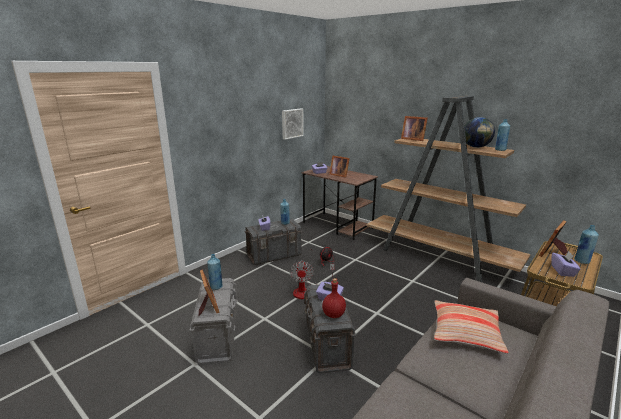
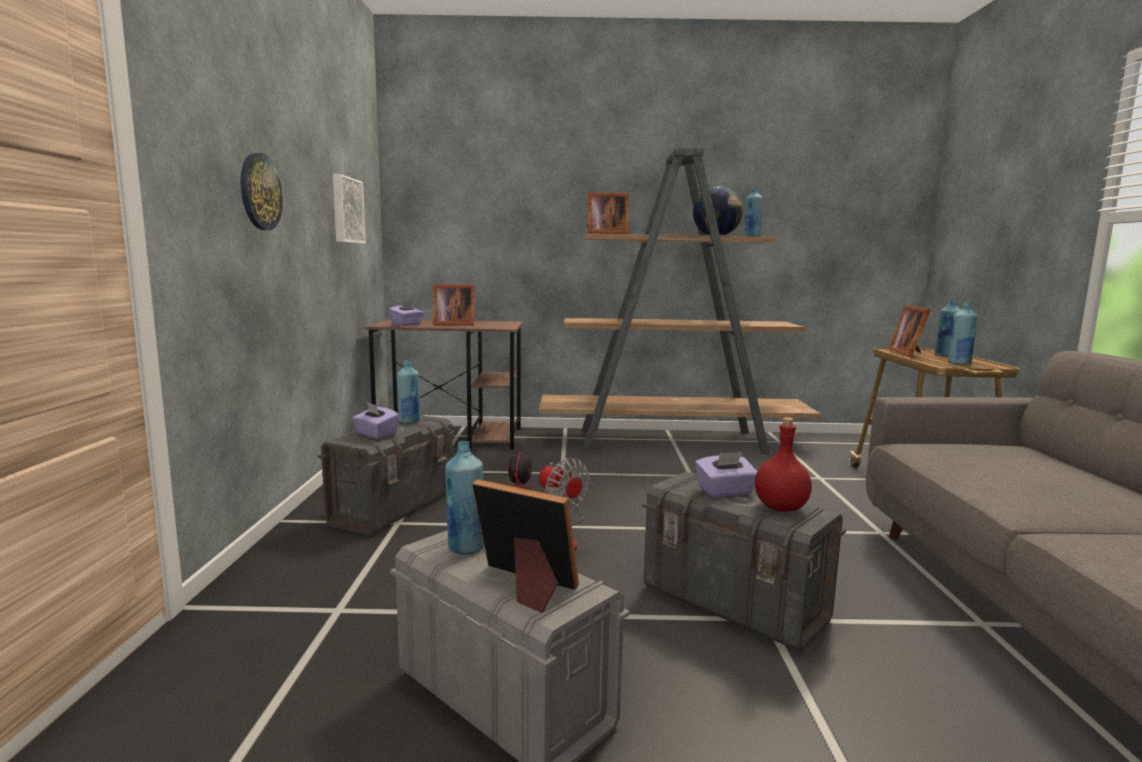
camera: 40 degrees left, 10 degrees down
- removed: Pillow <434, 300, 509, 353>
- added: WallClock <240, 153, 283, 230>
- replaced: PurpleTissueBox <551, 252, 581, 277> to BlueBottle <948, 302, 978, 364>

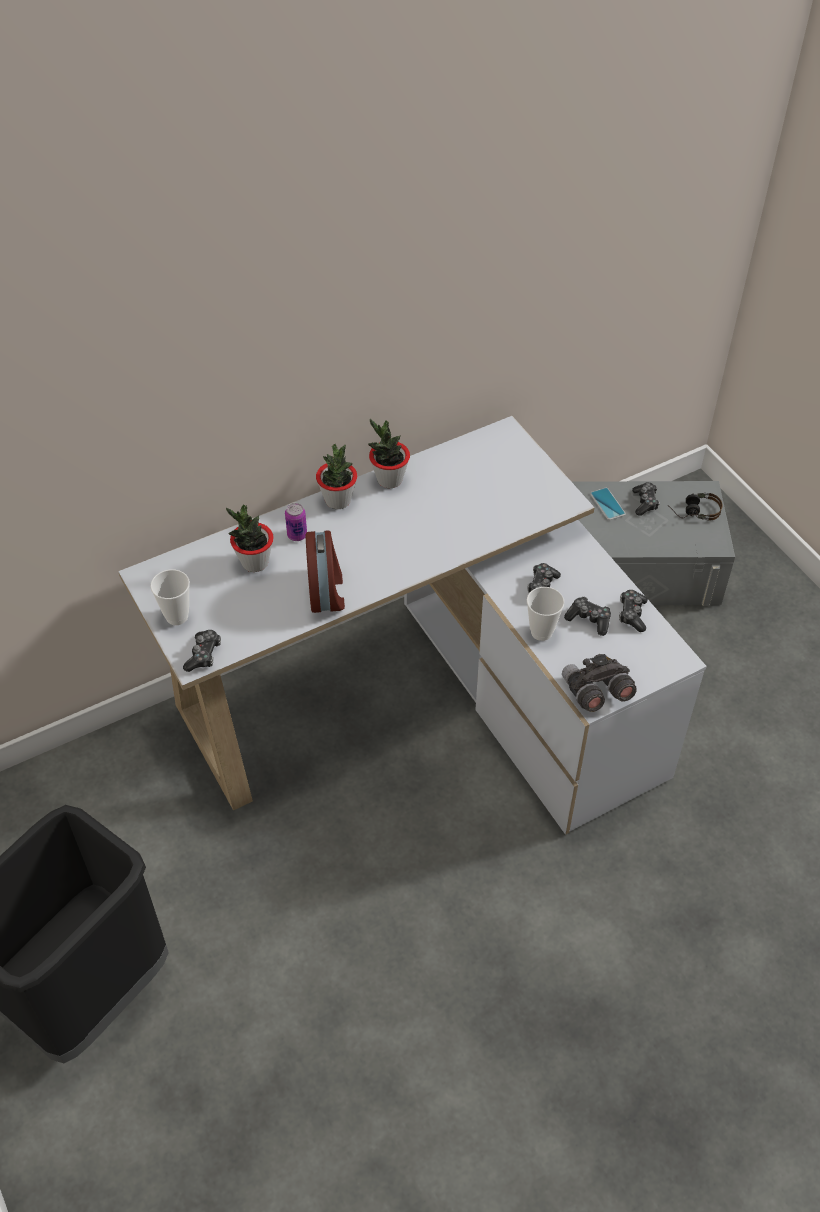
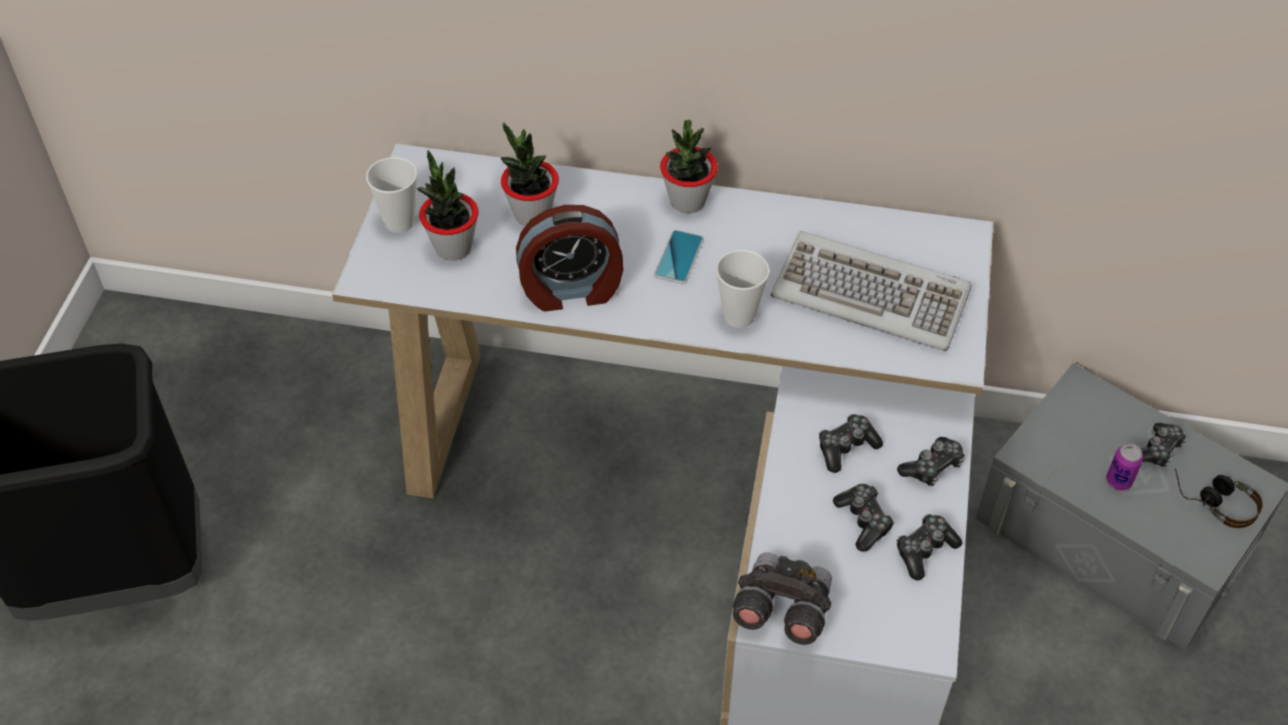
camera: 40 degrees right, 0 degrees up
- added: Keyboard <770, 231, 972, 351>
- moved: GameController <183, 630, 221, 672> to <897, 437, 965, 486>
- moved: Can <285, 503, 307, 541> to <1106, 443, 1143, 491>
- moved: PottedPlant <368, 419, 410, 488> to <417, 150, 479, 261>
- moved: Cup <527, 587, 564, 641> to <716, 250, 770, 328>
- moved: Phone <590, 488, 626, 520> to <654, 230, 704, 284>
- turned: AlarmClock <306, 530, 345, 613> = <516, 205, 623, 312> 45 degrees clockwise

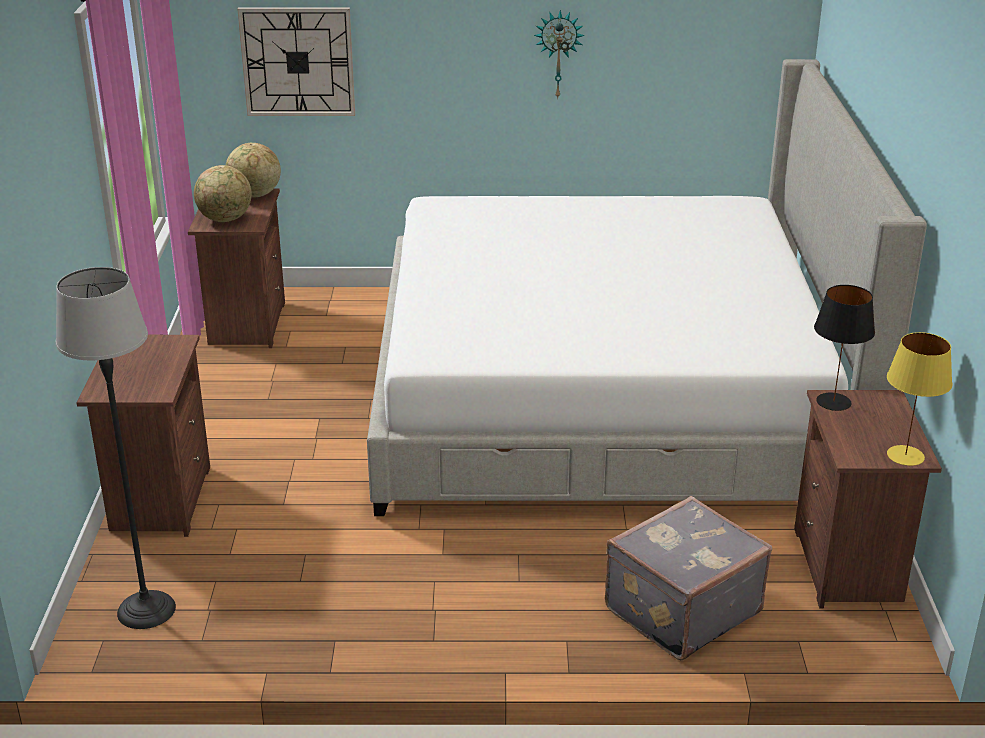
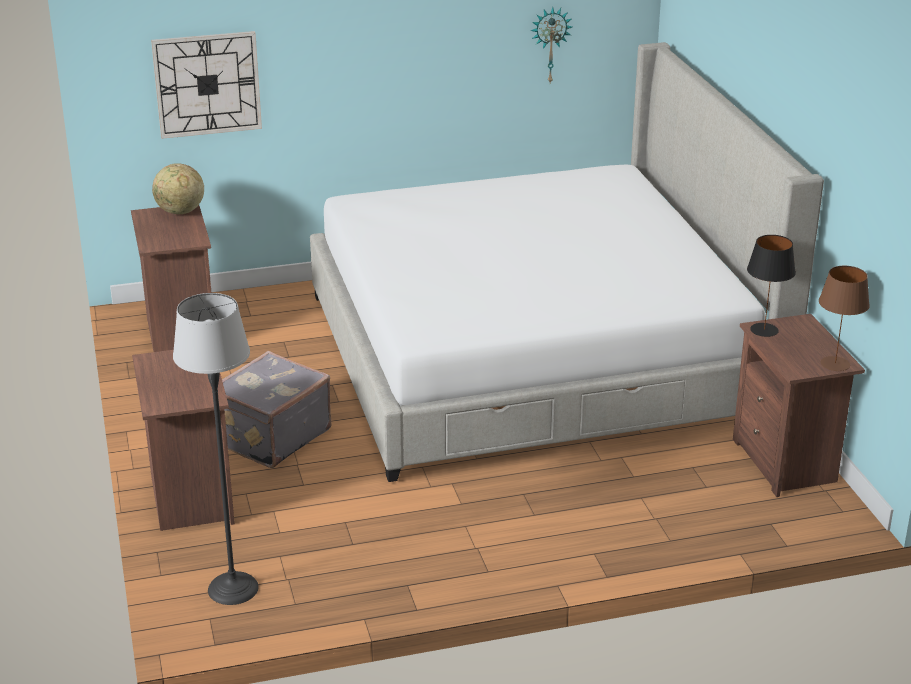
camera: 15 degrees left, 0 degrees up
- removed: Globe <194, 165, 252, 222>
- moved: WallClock <534, 10, 585, 100> to <530, 7, 572, 83>
- moved: GreySuitcase <605, 496, 772, 660> to <222, 351, 332, 468>
- recoloured: YellowTableLamp <887, 332, 952, 466> to BrownTableLamp <819, 266, 870, 371>

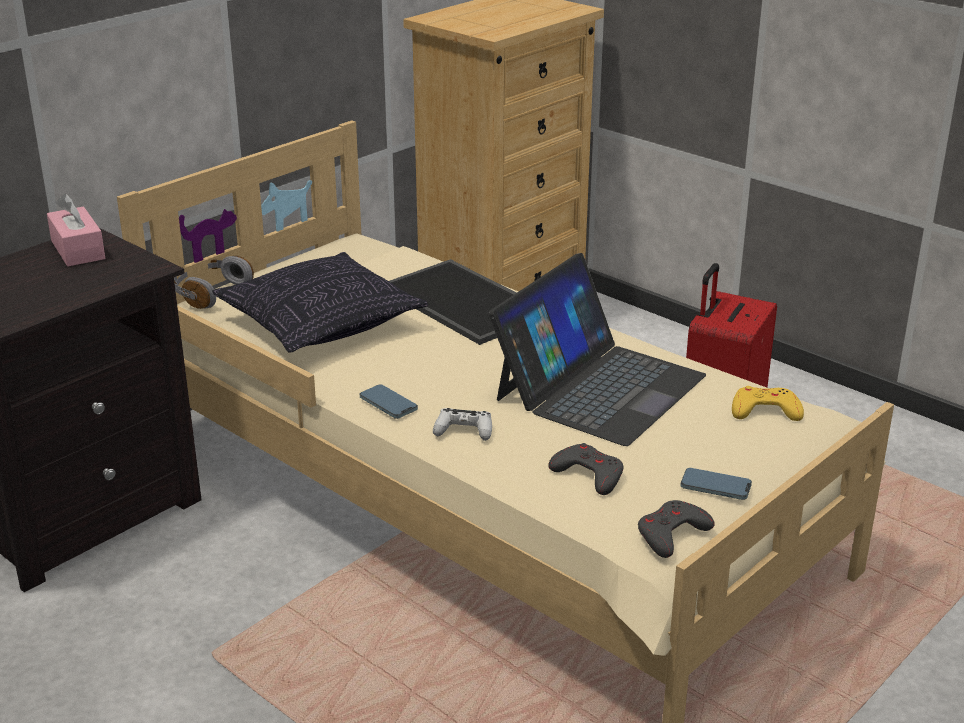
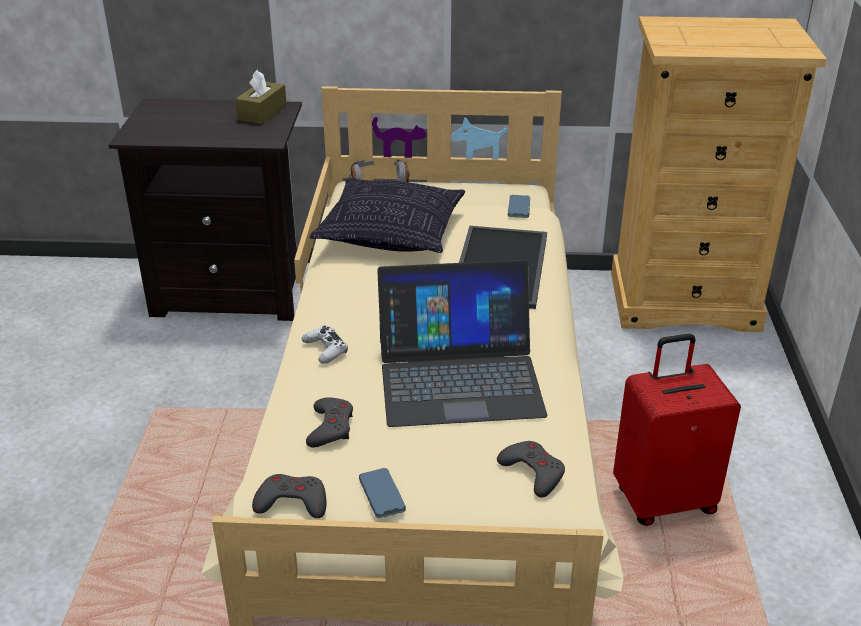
camera: 50 degrees right, 5 degrees up
- moved: Phone <360, 384, 418, 419> to <508, 195, 530, 218>
- recoloured: PinkTissueBox <47, 194, 105, 266> to BrownTissueBox <236, 70, 287, 124>
- recoloured: YellowGameController <732, 386, 804, 421> to GreyGameController <497, 441, 565, 498>

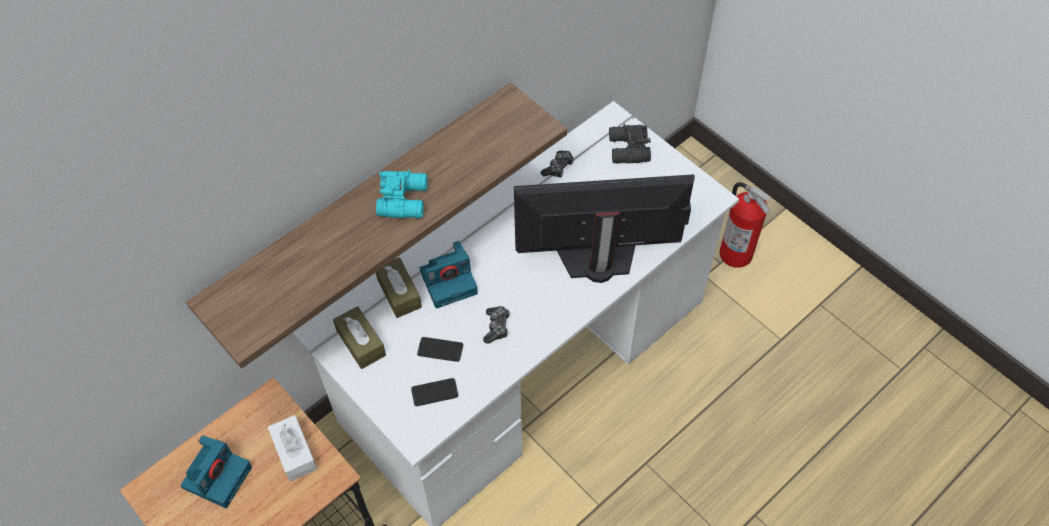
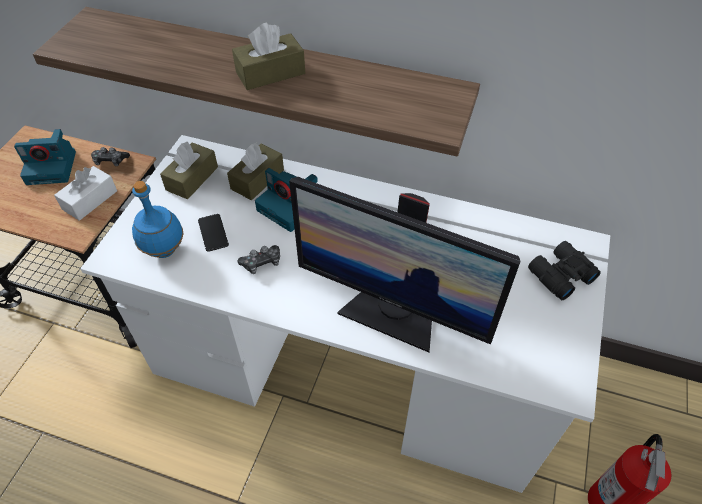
camera: 60 degrees right, 5 degrees down
- moved: GameController <541, 151, 574, 178> to <91, 147, 130, 166>
- replaced: TurquoiseBinoculars <376, 169, 428, 219> to BrownTissueBox <232, 23, 305, 90>
- replaced: Phone <411, 378, 458, 406> to BlueBottle <132, 181, 184, 258>
- turned: Monitor <514, 174, 695, 283> = <289, 177, 521, 352> 150 degrees clockwise

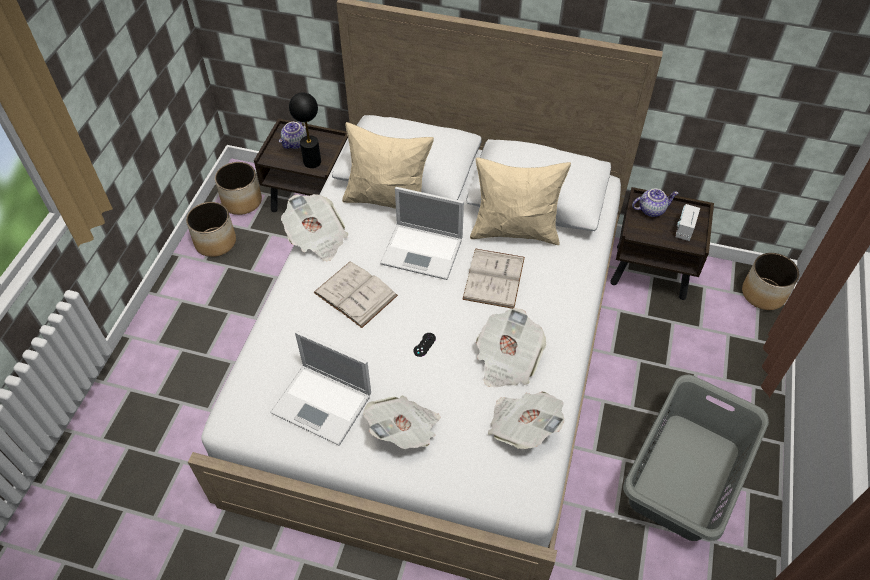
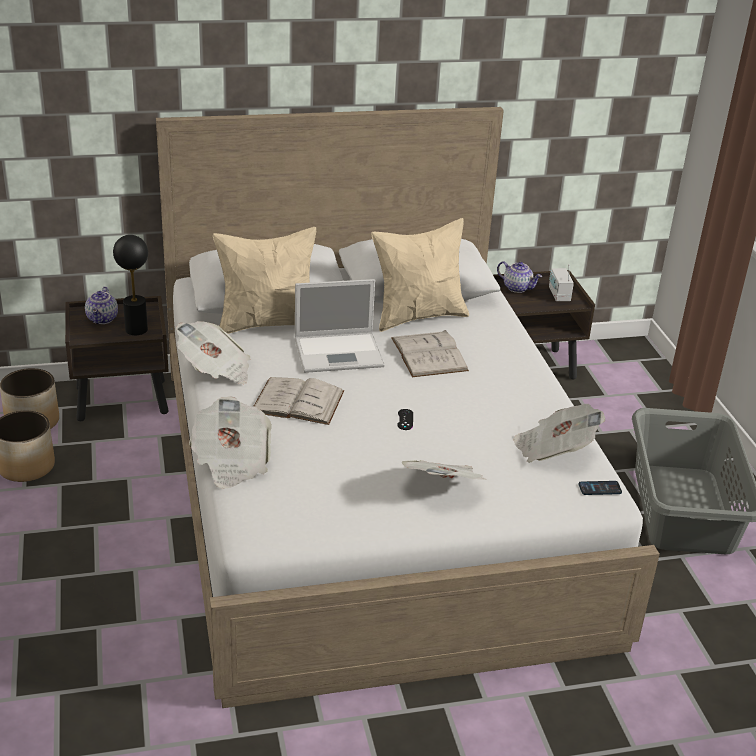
camera: 30 degrees left, 20 degrees down
- removed: Laptop <270, 331, 371, 446>
- removed: Planter <742, 253, 799, 310>
- added: Phone <579, 481, 622, 495>
- moved: Newspaper <476, 308, 546, 387> to <189, 396, 272, 489>
- turned: Teapot <632, 189, 679, 217> = <497, 261, 542, 293> 75 degrees clockwise

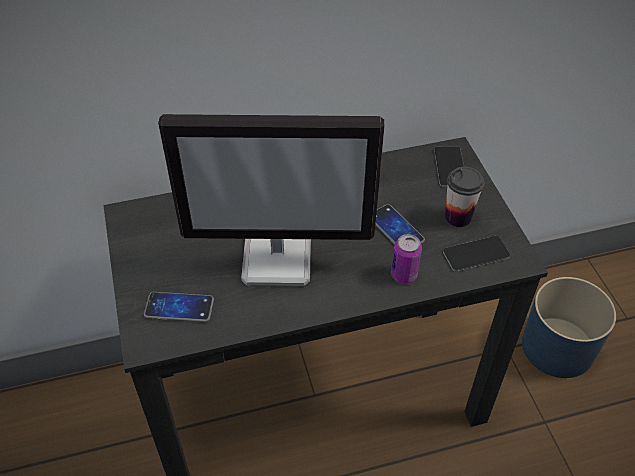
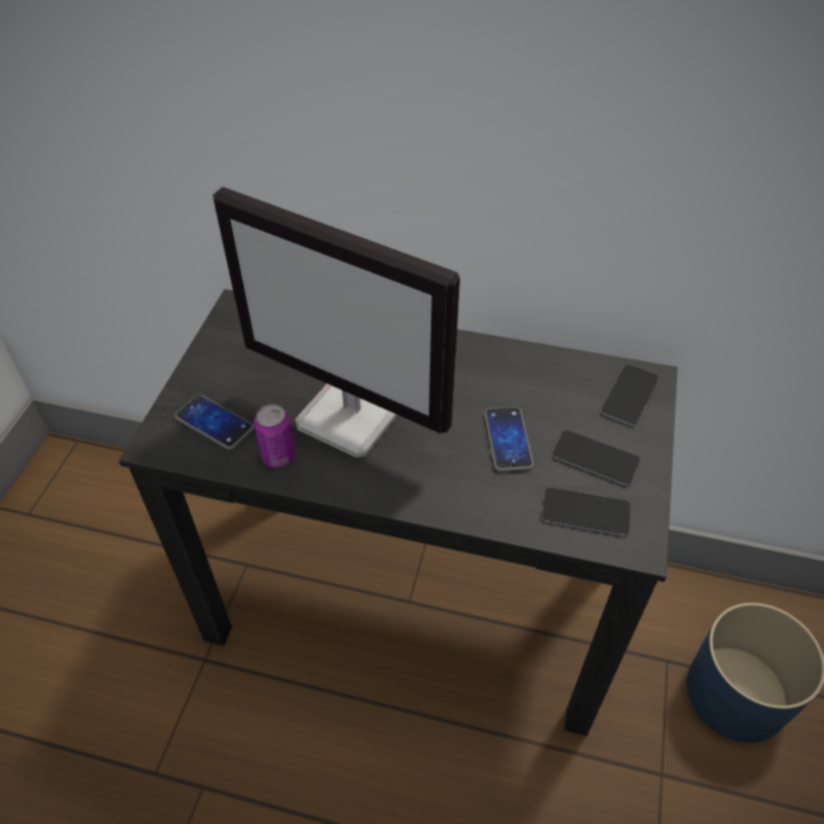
camera: 30 degrees right, 0 degrees up
- moved: Can <391, 234, 422, 284> to <254, 404, 295, 468>
- replaced: Cup <445, 167, 484, 227> to Phone <552, 430, 640, 485>

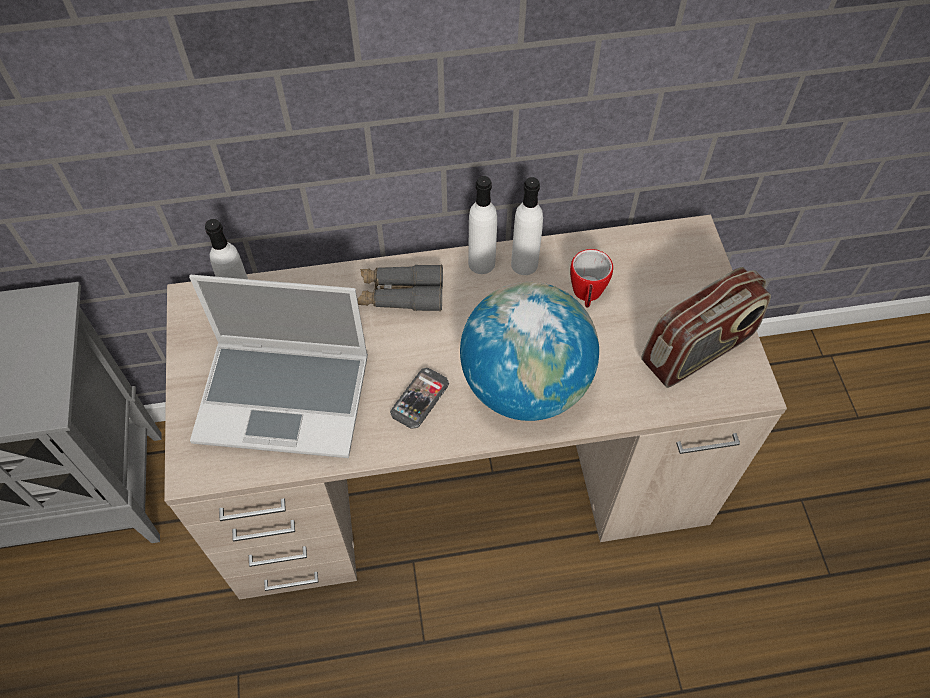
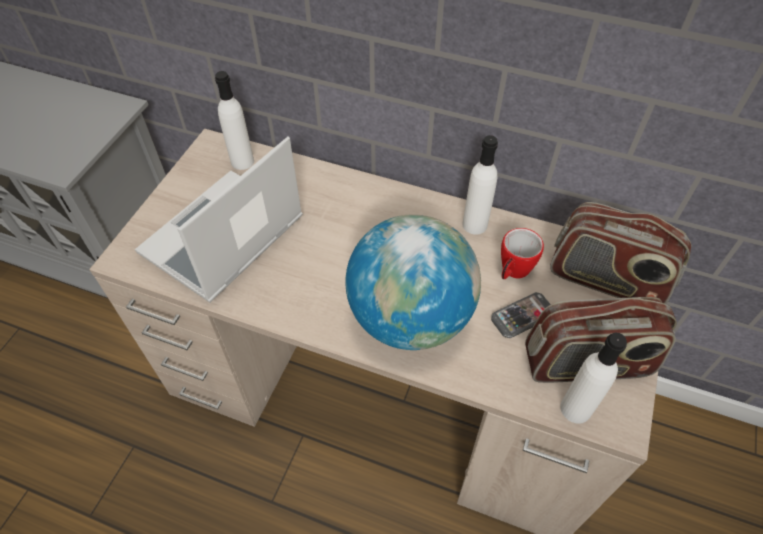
camera: 30 degrees right, 5 degrees down
- removed: GreyBinoculars <357, 265, 443, 311>
- added: Radio <550, 202, 691, 304>
- moved: Phone <390, 368, 449, 429> to <491, 292, 551, 338>
- moved: WhiteBottle <468, 176, 497, 274> to <560, 333, 627, 424>
- turned: Laptop <189, 275, 368, 458> = <135, 137, 303, 303> 90 degrees clockwise

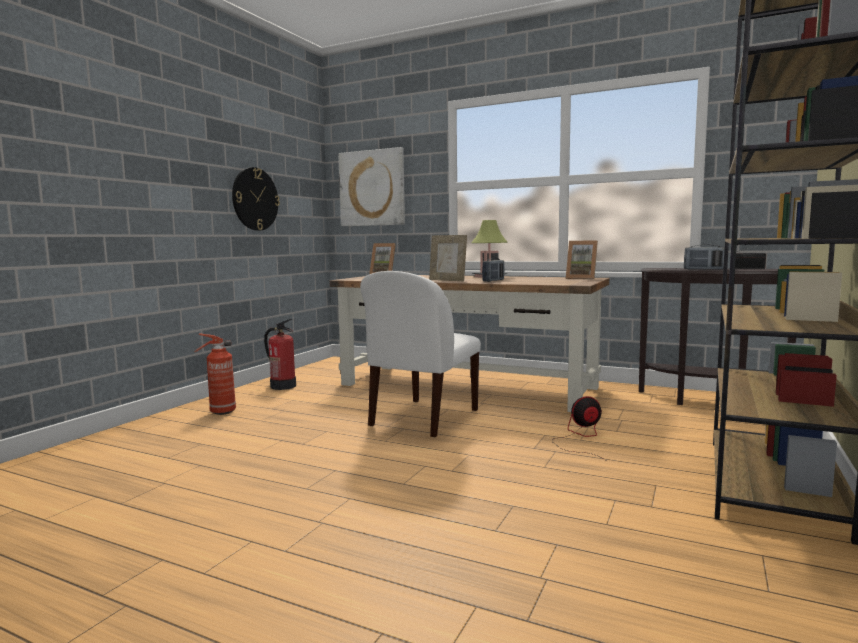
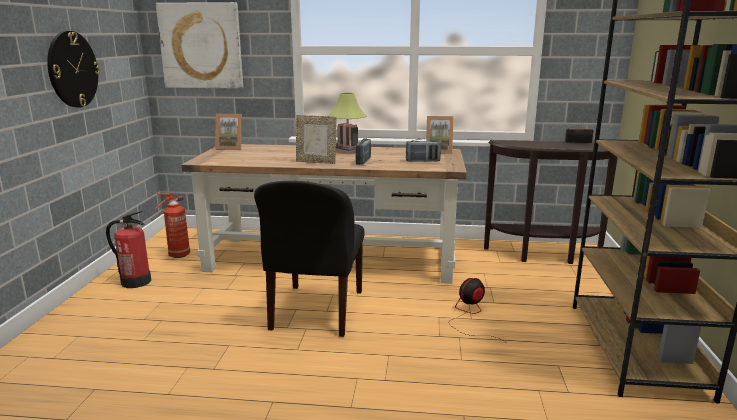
camera: 20 degrees left, 10 degrees up
- moved: FireExtinguisher <195, 334, 236, 415> to <155, 193, 190, 258>
- moved: Radio <684, 244, 725, 270> to <406, 139, 441, 162>
- recoloured: WhiteChair <360, 271, 481, 437> to BlackChair <254, 181, 365, 337>

